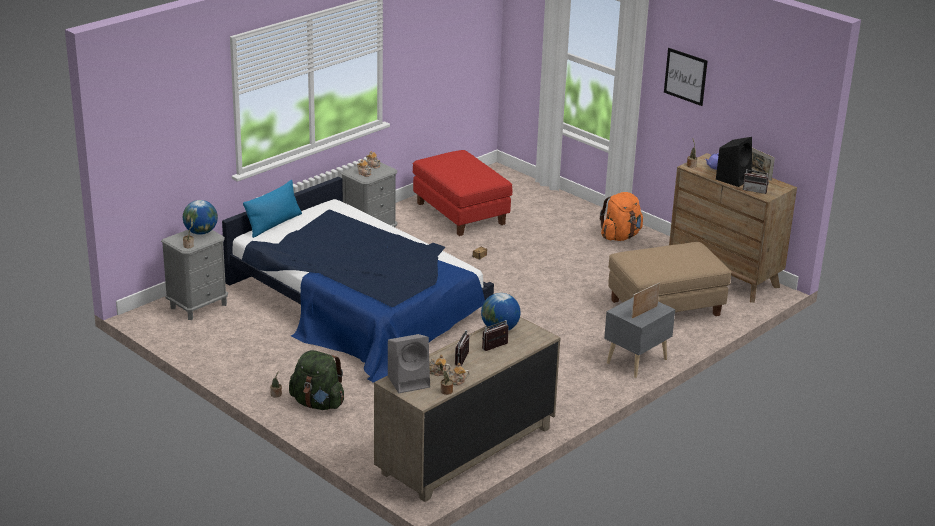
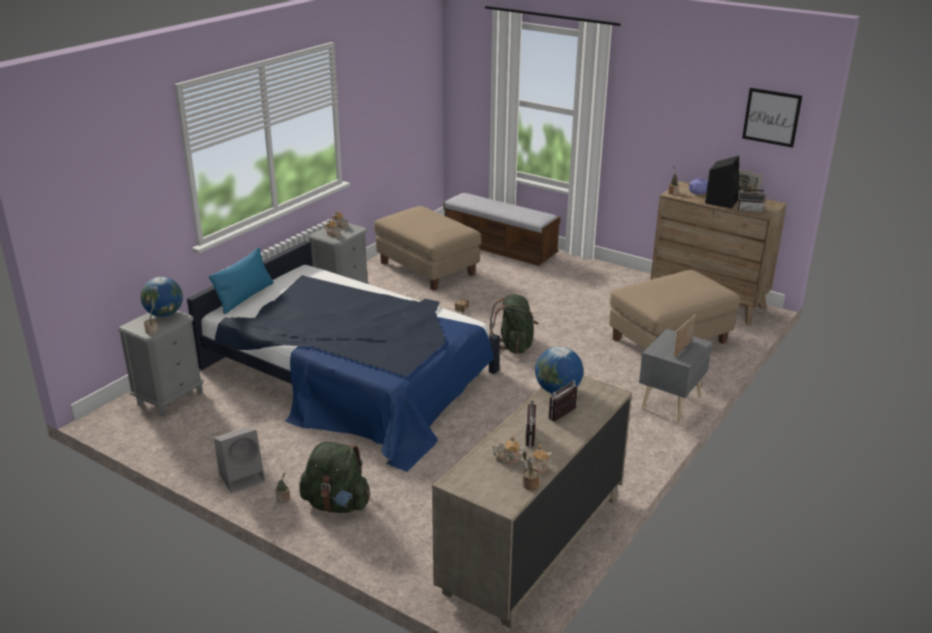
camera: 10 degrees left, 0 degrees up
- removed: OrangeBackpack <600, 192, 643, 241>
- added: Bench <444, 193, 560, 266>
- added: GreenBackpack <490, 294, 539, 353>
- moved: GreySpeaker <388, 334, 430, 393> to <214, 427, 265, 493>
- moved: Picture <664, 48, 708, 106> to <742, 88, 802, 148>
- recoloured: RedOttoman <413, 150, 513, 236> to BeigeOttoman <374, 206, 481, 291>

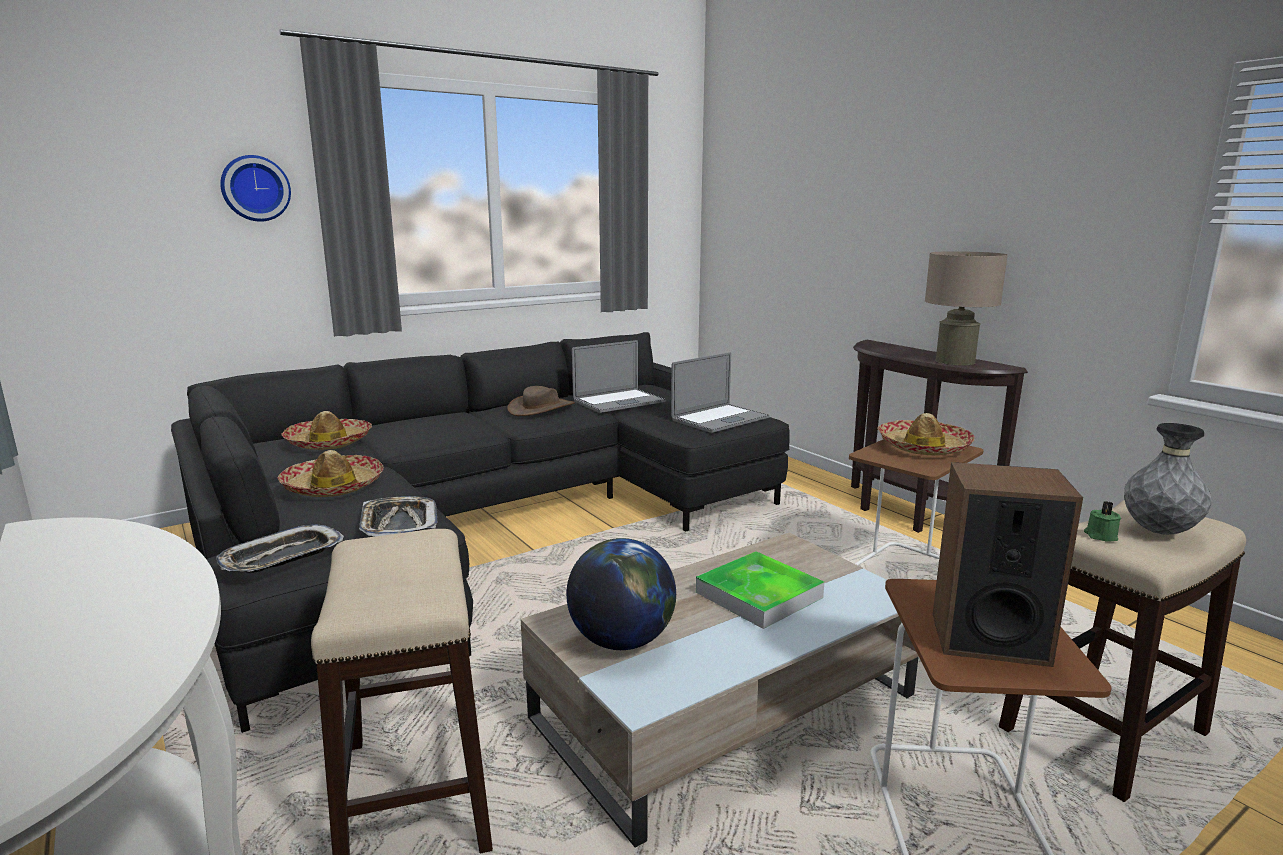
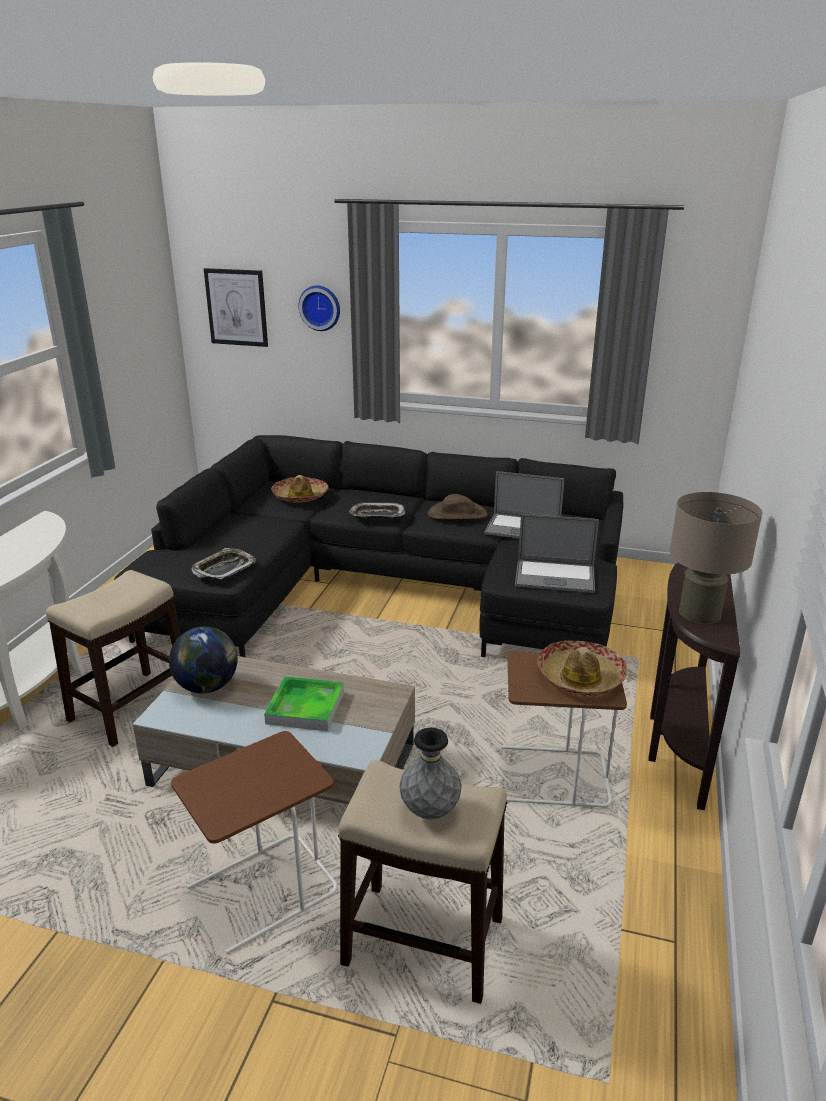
camera: 50 degrees right, 10 degrees up
- removed: Hat <278, 450, 384, 497>
- removed: Speaker <933, 462, 1083, 667>
- removed: GreenCandle <1084, 501, 1121, 542>
- added: Picture <204, 268, 268, 347>
- moved: Tray <216, 524, 344, 573> to <349, 502, 406, 519>

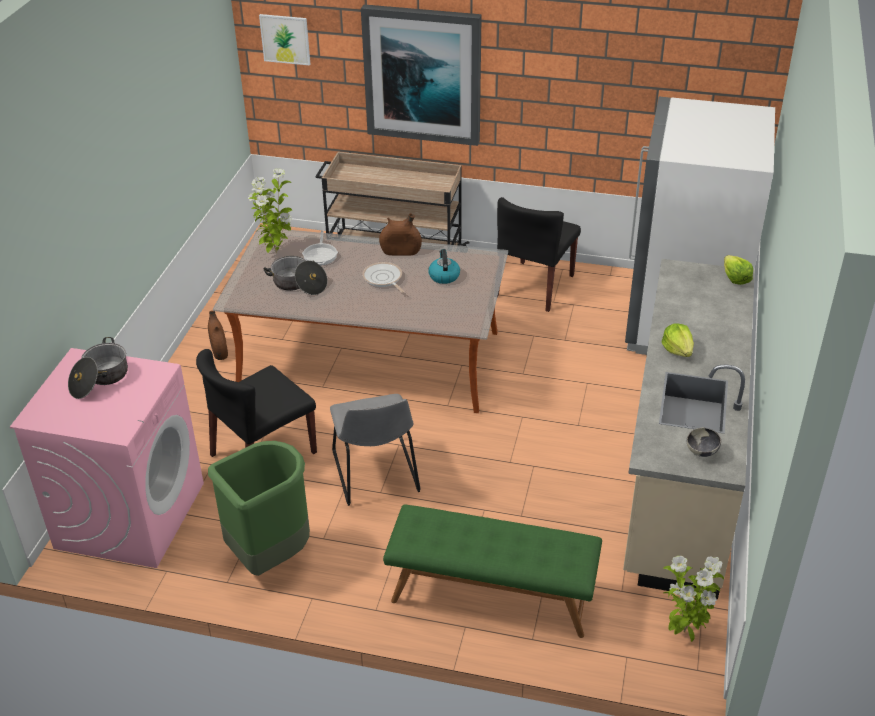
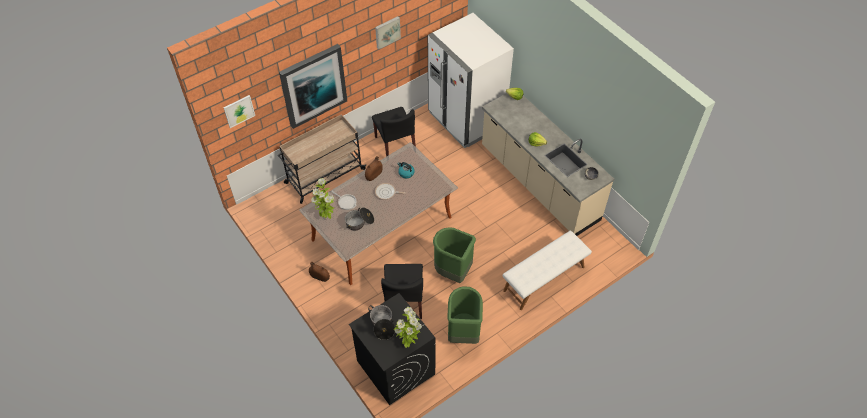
camera: 50 degrees left, 15 degrees up
- added: Picture <375, 16, 401, 49>
- moved: PottedPlant <663, 556, 724, 642> to <394, 307, 422, 348>
- replaced: GreyChair <330, 394, 421, 506> to GreenTrashCan <433, 227, 476, 283>
- recoloured: PinkWashingMachine <10, 348, 204, 568> to BlackWashingMachine <349, 293, 436, 405>
- recoloured: GreenBench <383, 504, 602, 638> to WhiteBench <503, 231, 592, 310>

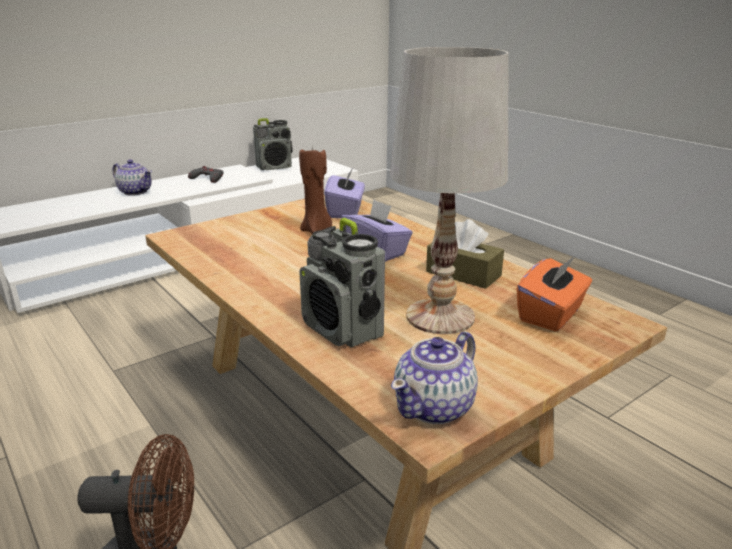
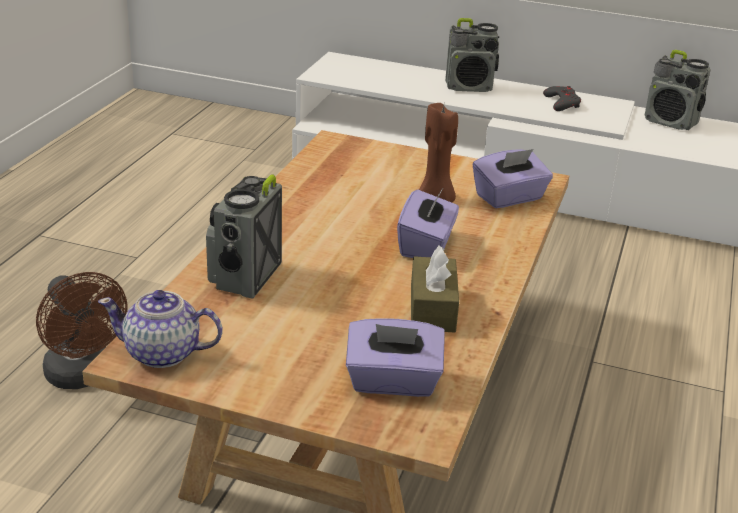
camera: 55 degrees right, 5 degrees up
- removed: WhiteTableLamp <390, 47, 509, 334>
- replaced: Teapot <112, 159, 152, 196> to Radio <445, 18, 499, 92>
- recoloured: OrangeTissueBox <517, 255, 592, 332> to PurpleTissueBox <346, 318, 445, 397>

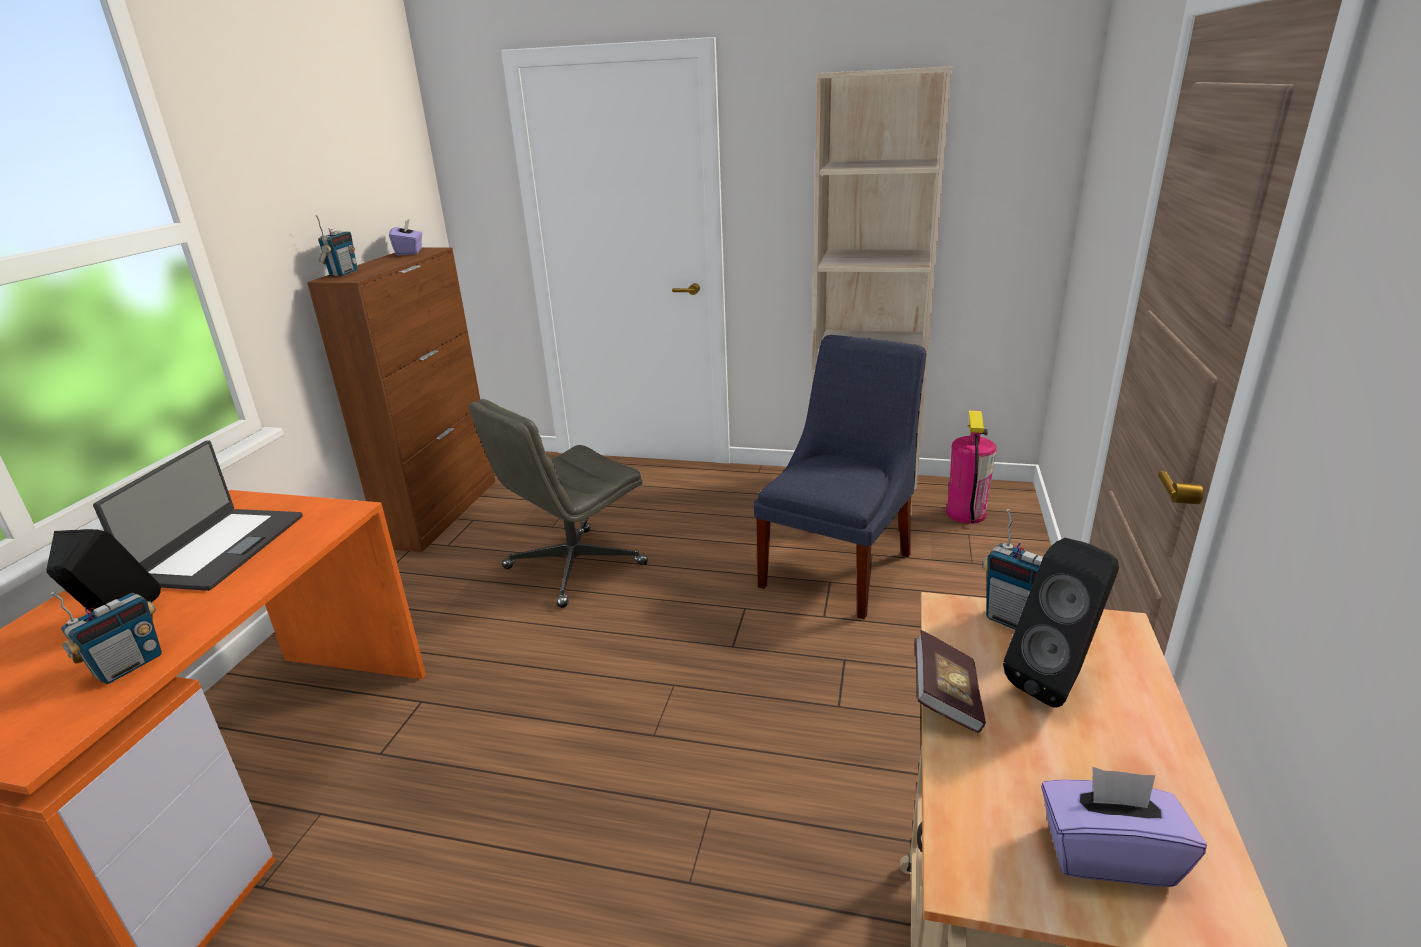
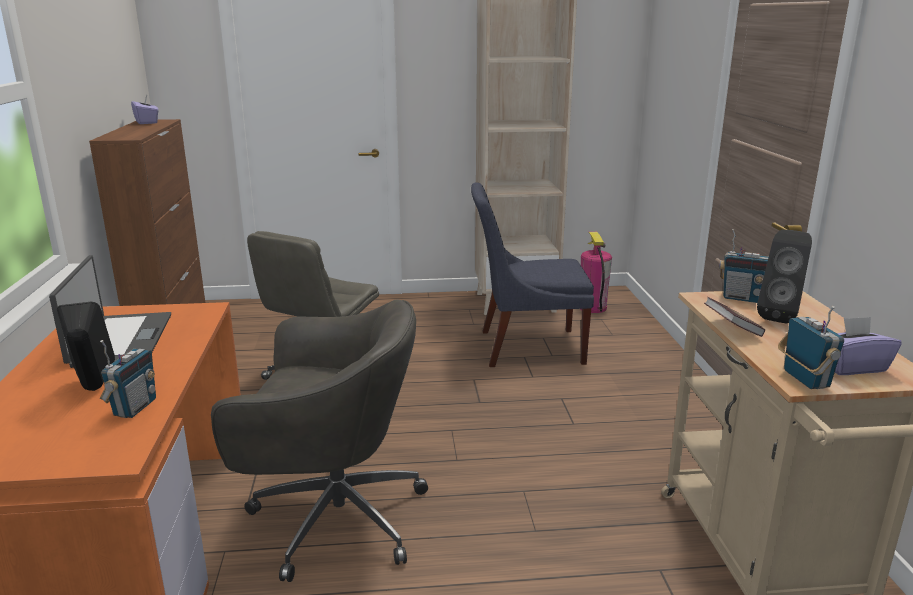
camera: 20 degrees left, 5 degrees down
- added: GreyOfficeChair <211, 299, 428, 582>
- moved: Radio <315, 215, 357, 276> to <778, 306, 844, 389>
- turned: BlueChair <754, 335, 927, 619> = <471, 182, 594, 367> 105 degrees counterclockwise

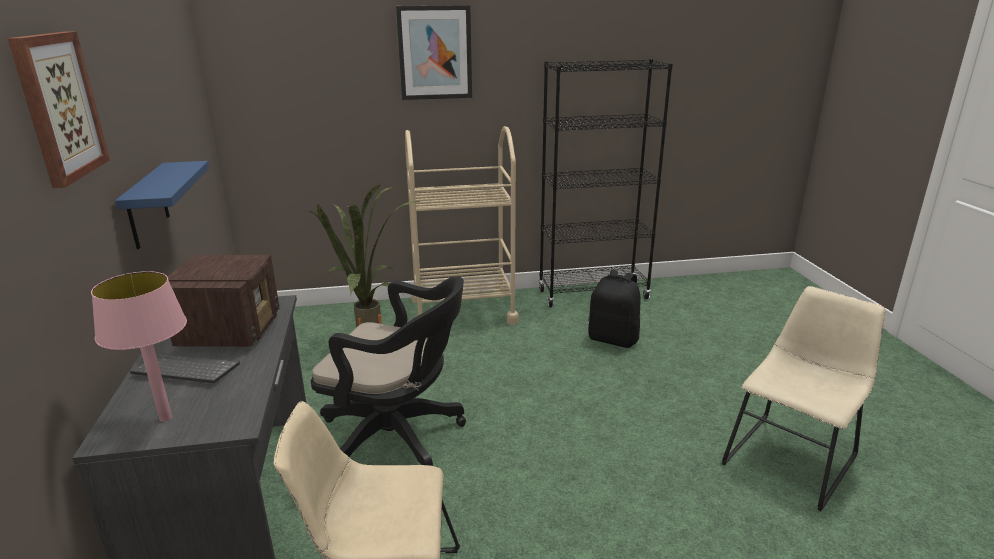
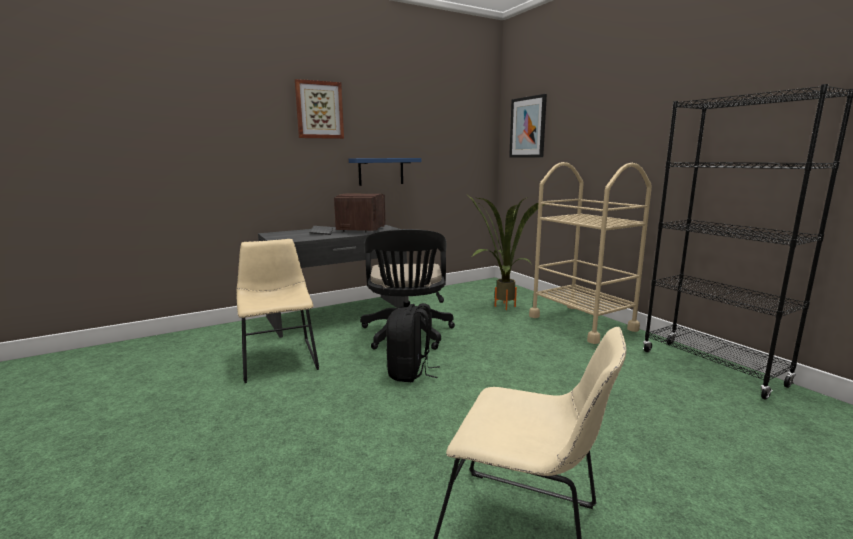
camera: 70 degrees right, 10 degrees down
- removed: PinkTableLamp <91, 271, 187, 422>
- moved: Picture <396, 5, 472, 100> to <509, 94, 547, 158>
- moved: BlackBackpack <588, 270, 640, 348> to <386, 303, 440, 382>
- turned: Radio <168, 255, 280, 347> = <334, 193, 386, 232> 120 degrees clockwise

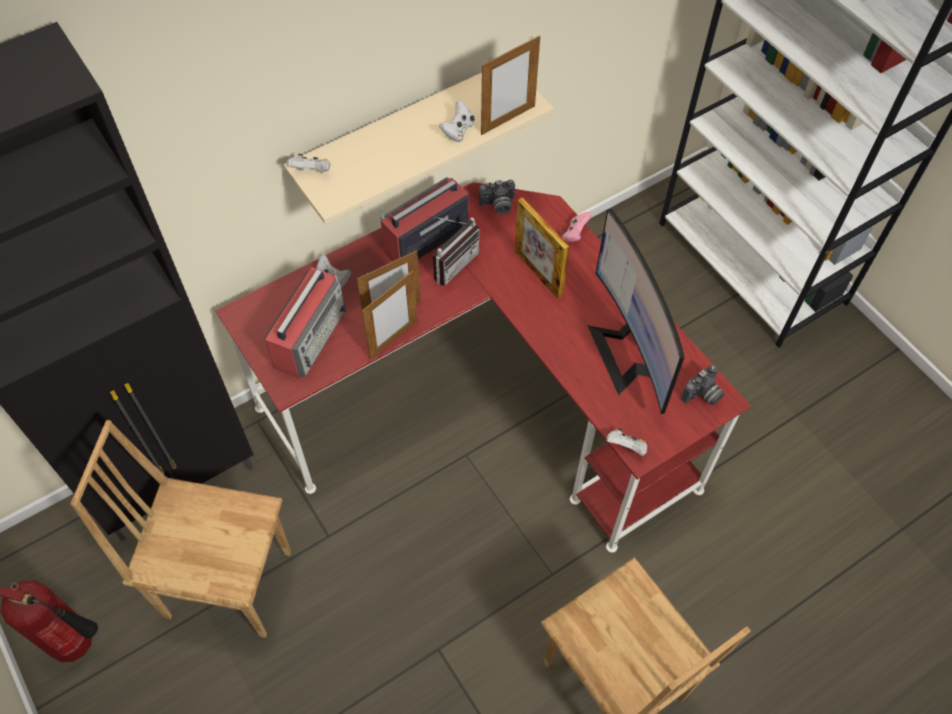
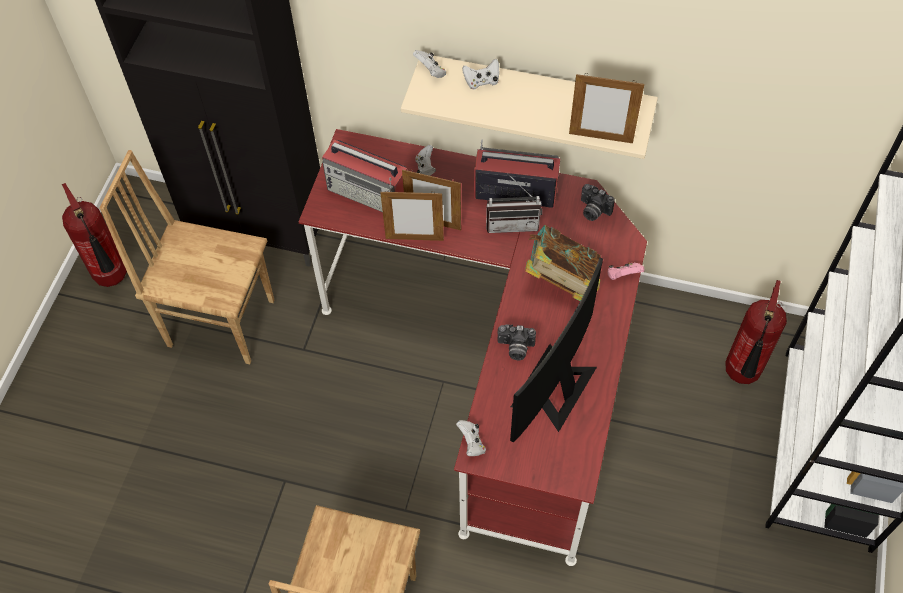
camera: 50 degrees right, 0 degrees up
- added: FireExtinguisher <725, 280, 787, 384>
- moved: WhiteGameController <439, 100, 475, 142> to <462, 59, 499, 90>
- moved: PhotoCamera <681, 365, 724, 405> to <498, 325, 536, 360>
- replaced: PictureFrame <514, 197, 569, 299> to Book <525, 225, 601, 301>
- turned: BrownChair <70, 420, 291, 638> = <99, 150, 275, 364> 45 degrees counterclockwise
- turned: Radio <264, 267, 347, 379> = <322, 139, 407, 212> 45 degrees clockwise

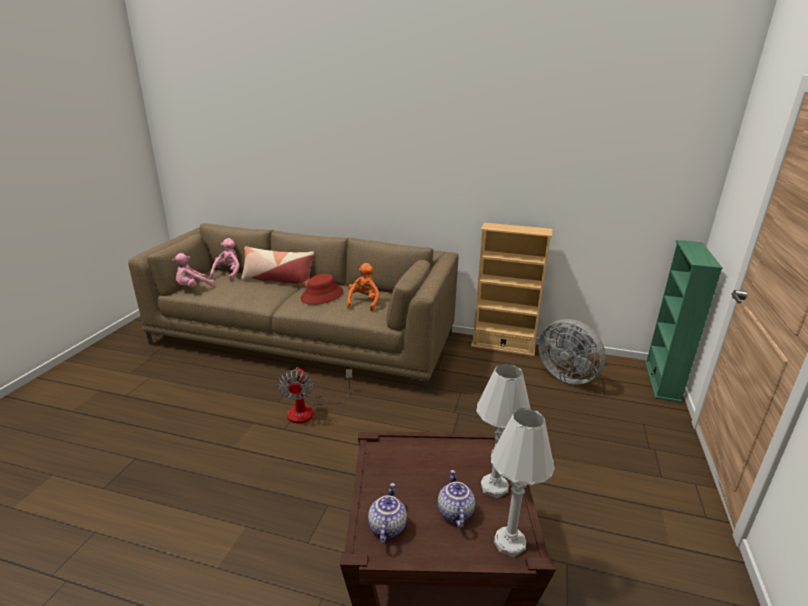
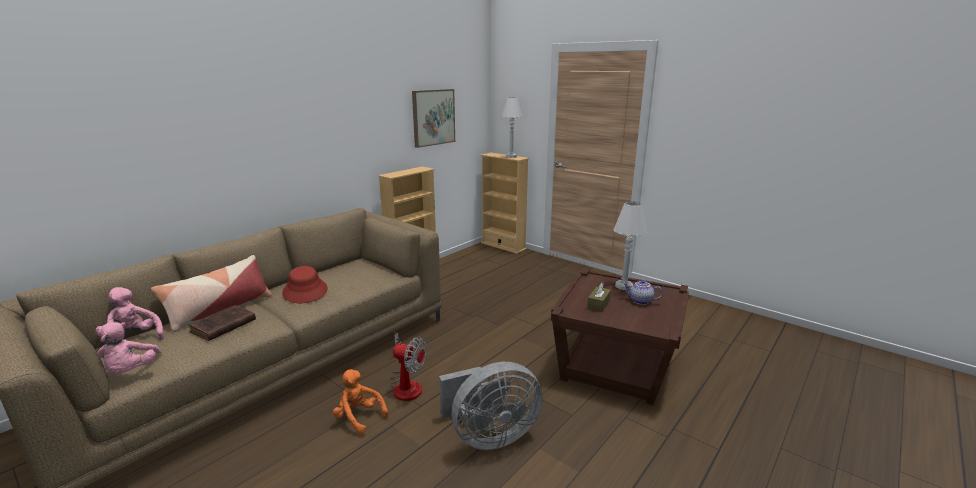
camera: 65 degrees left, 5 degrees down
- removed: Teapot <368, 483, 407, 544>
- added: BrownBook <188, 305, 256, 341>
- added: Picture <412, 89, 455, 148>
- added: BrownTissueBox <587, 282, 611, 312>
- moved: OrangePlushToy <346, 263, 380, 311> to <333, 369, 388, 435>
- moved: WhiteTableLamp <491, 408, 555, 557> to <501, 97, 523, 158>
- moved: GreyFan <539, 319, 606, 384> to <439, 362, 543, 450>
- recoloured: GreenBookcase <645, 240, 723, 403> to BeigeBookcase <481, 153, 529, 254>

